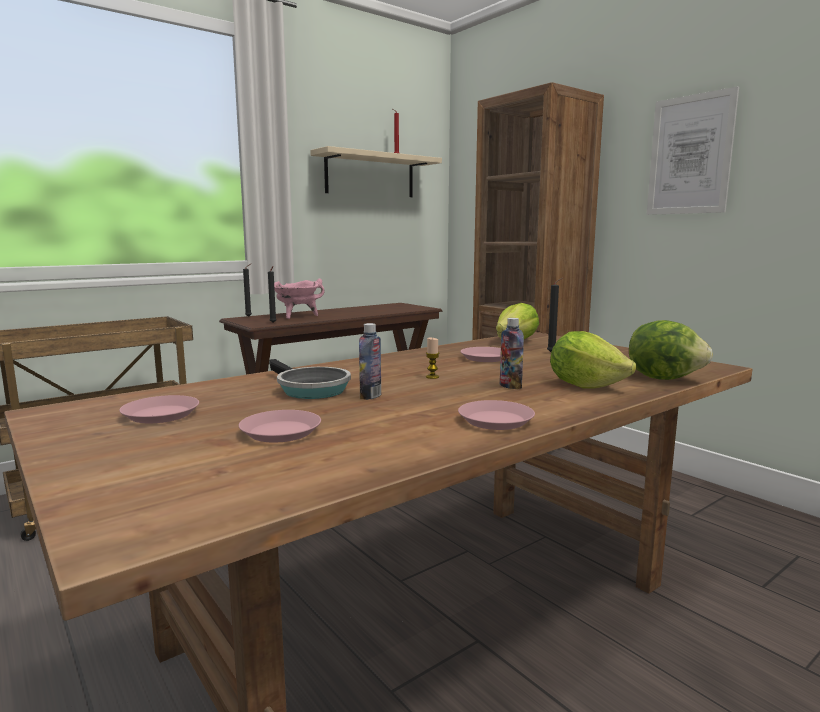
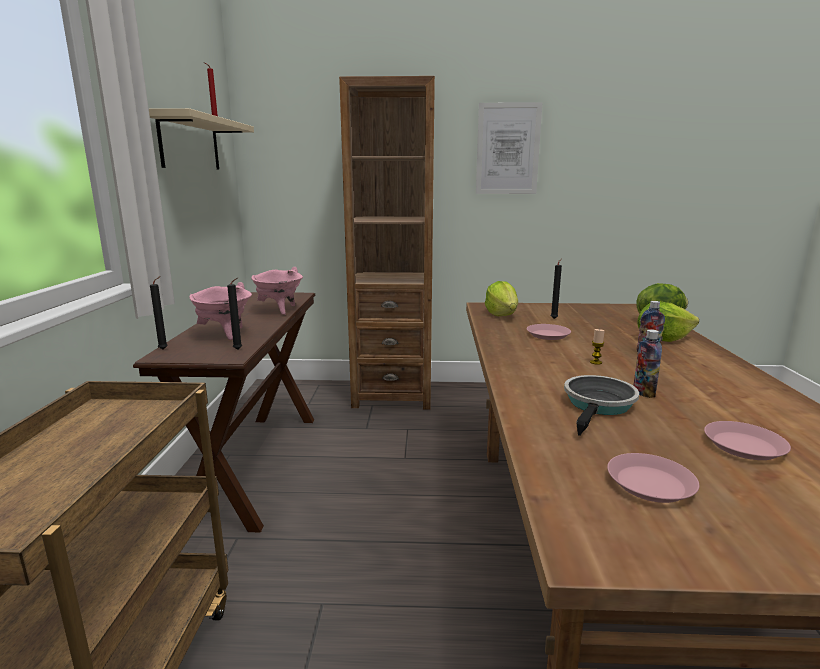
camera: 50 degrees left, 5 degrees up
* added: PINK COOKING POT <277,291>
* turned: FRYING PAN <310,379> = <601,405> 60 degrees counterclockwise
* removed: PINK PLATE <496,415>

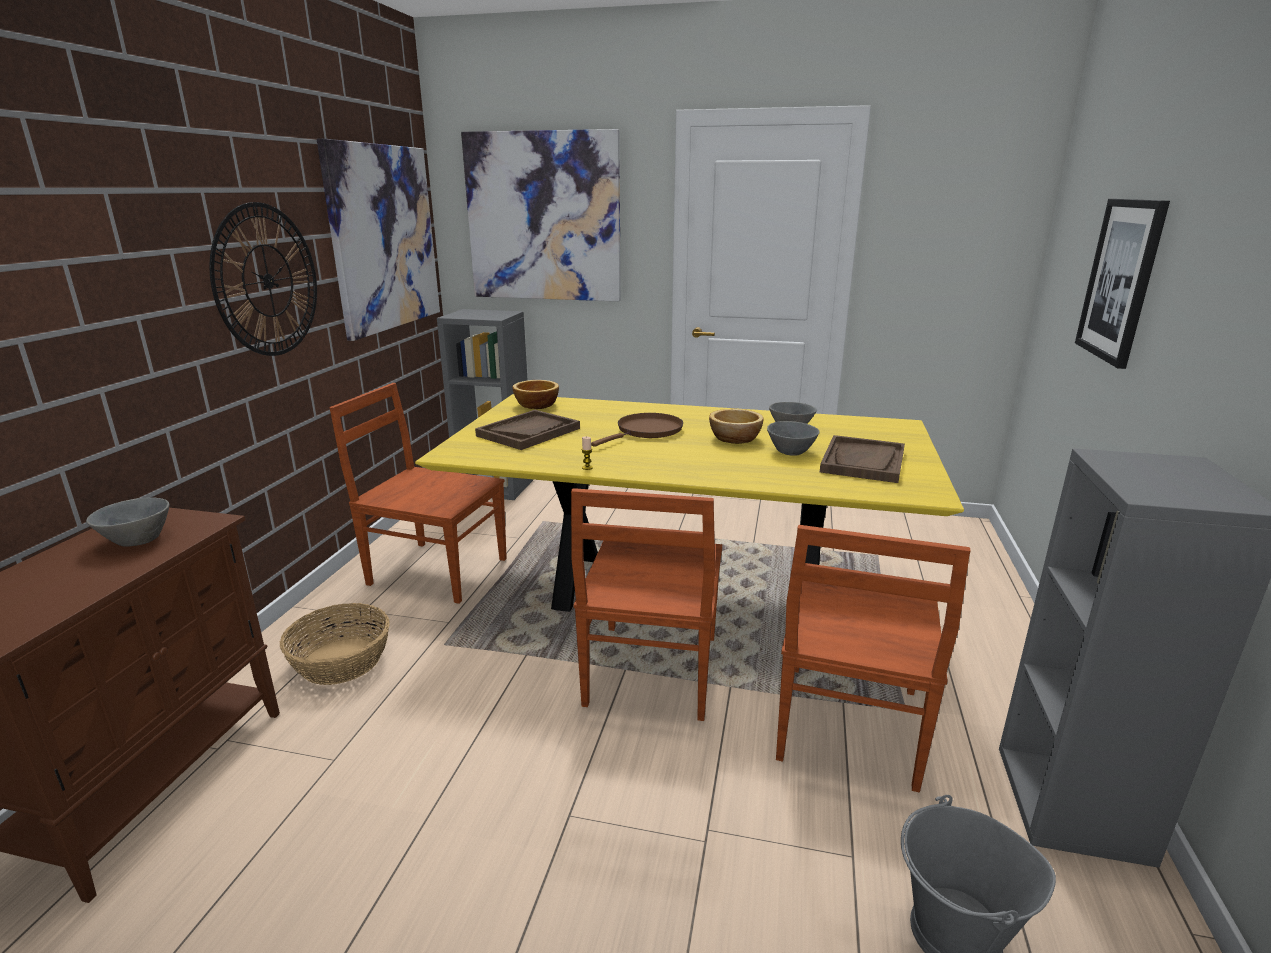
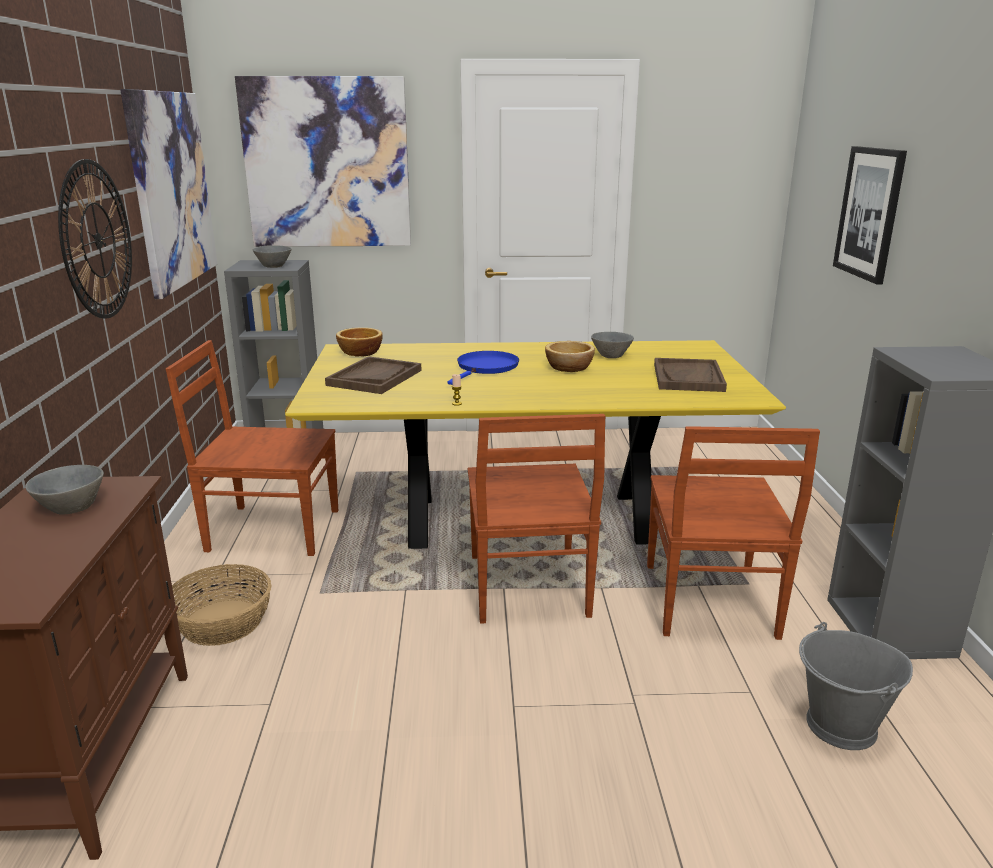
camera: 15 degrees left, 0 degrees up
* moved: GREY BOWL <793,438> to <272,256>
* recoloured: BROWN FRYING PAN <637,430> to BLUE FRYING PAN <483,368>

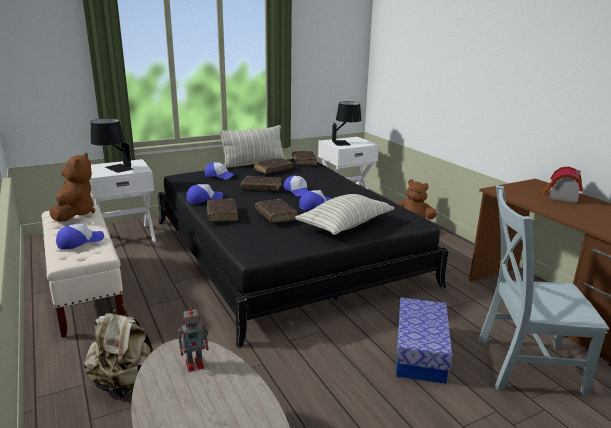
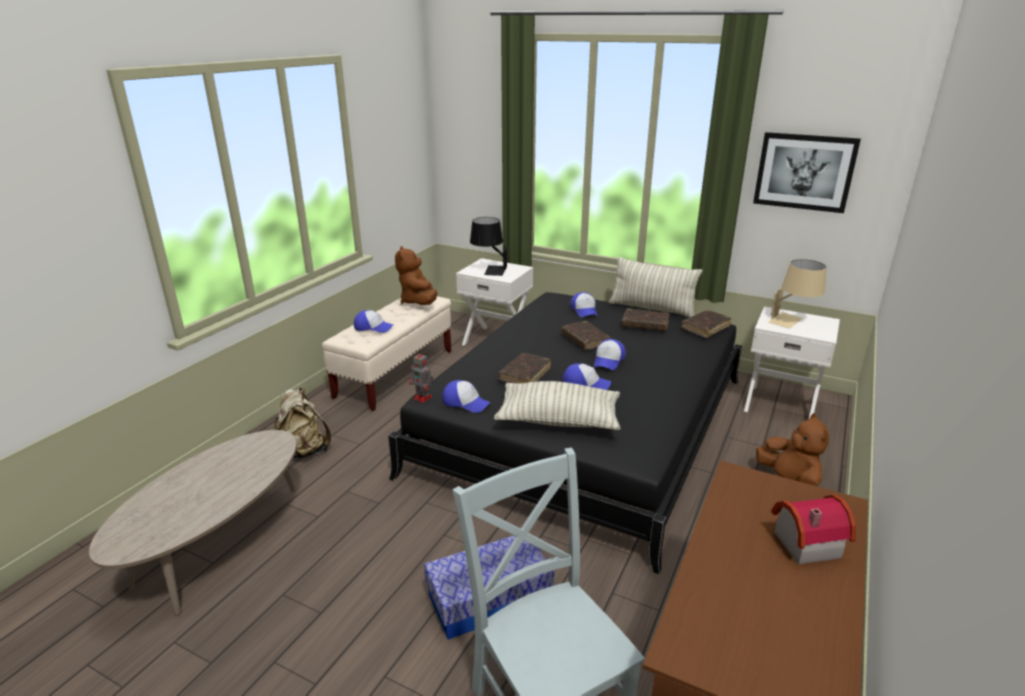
camera: 55 degrees right, 5 degrees up
* turned: BROWN PLUSH TOY <72,187> = <416,275> 120 degrees clockwise
* moved: TOY ROBOT <193,338> to <421,377>
* moved: CAP <204,193> to <466,396>
* added: PICTURE <807,172>
* recoloured: BLACK TABLE LAMP <346,123> to BEIGE TABLE LAMP <797,293>
* removed: BROWN BOOK <222,210>

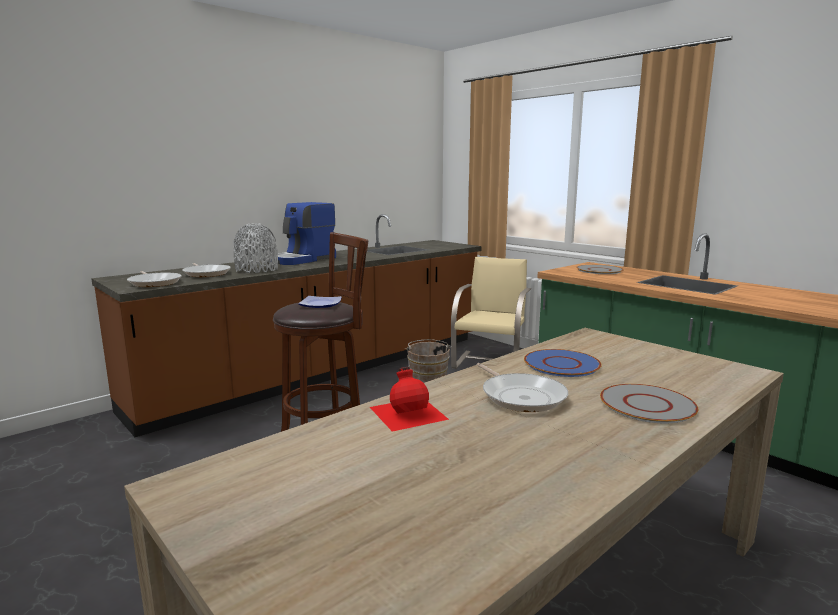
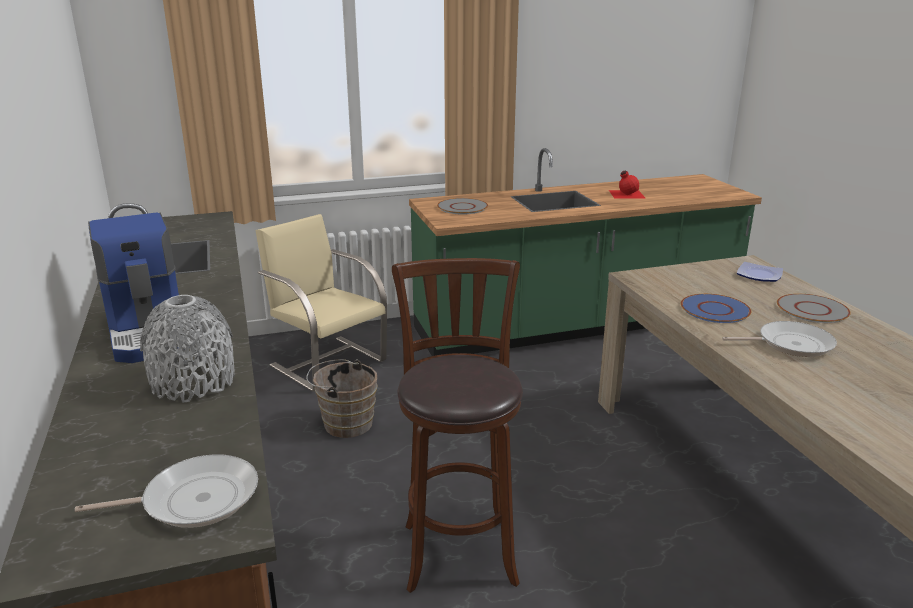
camera: 65 degrees left, 10 degrees up
* moved: RED BOTTLE <409,399> to <627,184>
* moved: PLATE <320,302> to <760,272>
* removed: FRYING PAN <206,270>

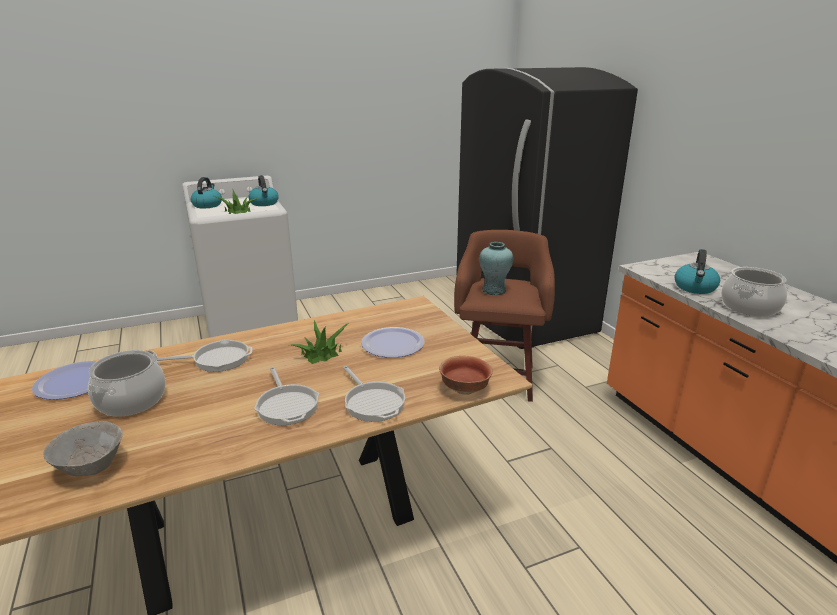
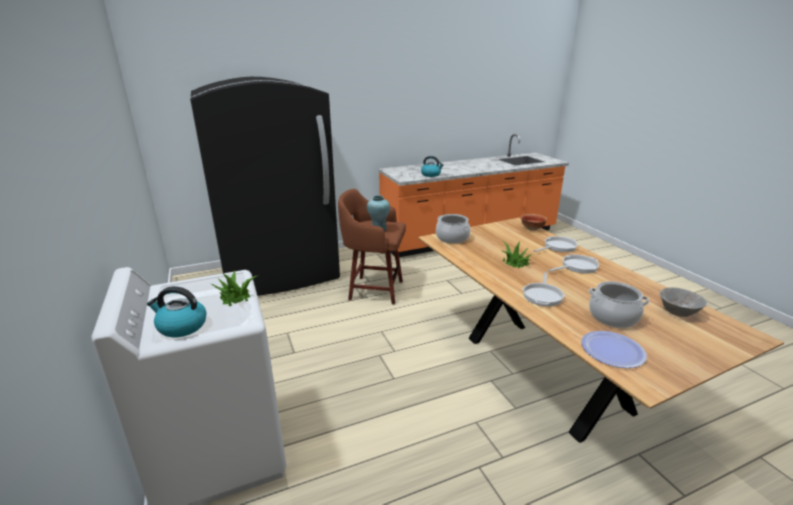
camera: 90 degrees left, 0 degrees up
* moved: COOKING POT <754,292> to <453,229>
* turned: FRYING PAN <205,355> = <543,289> 150 degrees counterclockwise
* removed: KETTLE <264,190>
* removed: PLATE <392,342>

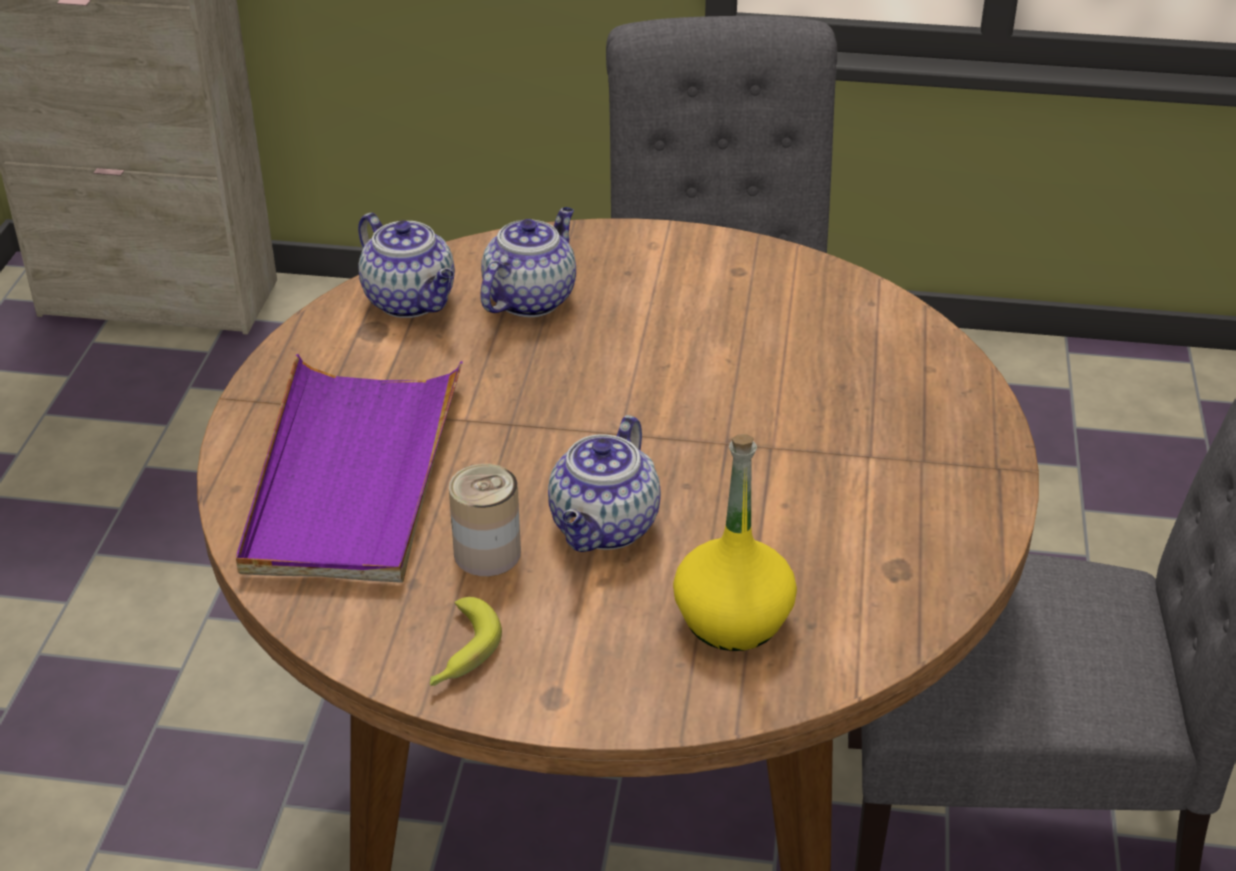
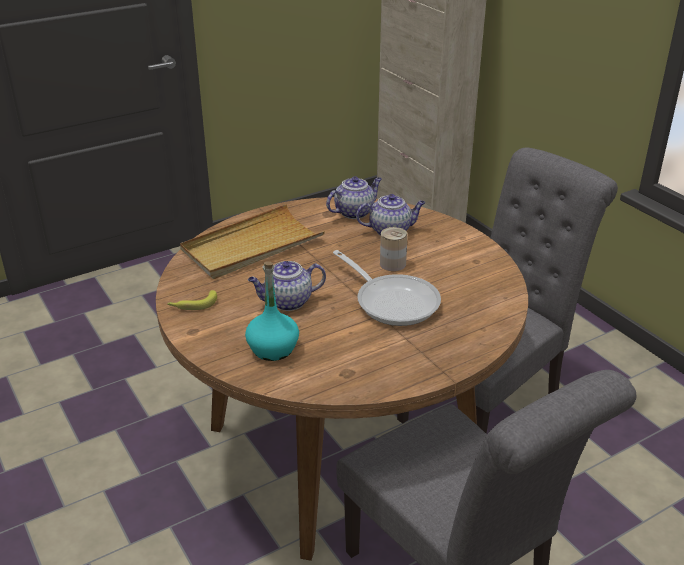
camera: 50 degrees right, 5 degrees down
* recoloured: PURPLE TRAY <349,468> to BEIGE TRAY <252,241>
* recoloured: YELLOW BOTTLE <735,542> to TURQUOISE BOTTLE <272,311>
* turned: TEAPOT <406,265> = <354,198> 135 degrees counterclockwise
* added: FRYING PAN <387,288>
* moved: CAN <485,520> to <394,249>

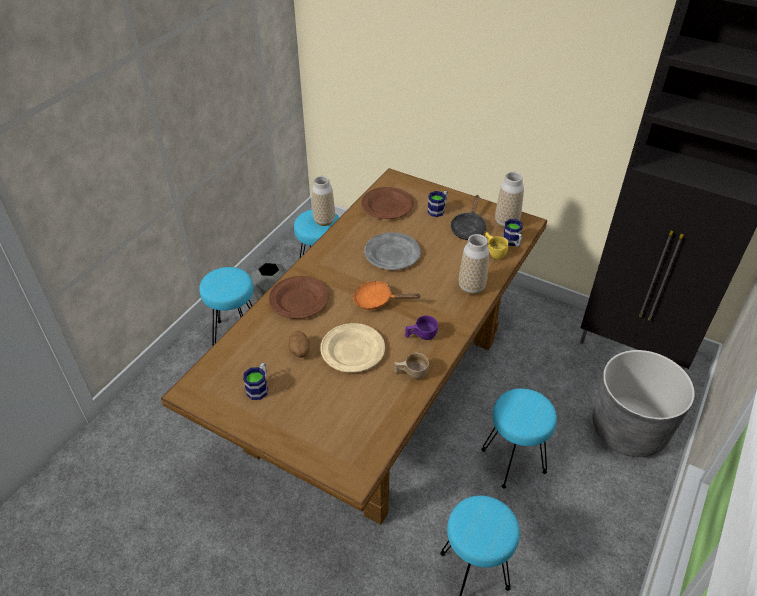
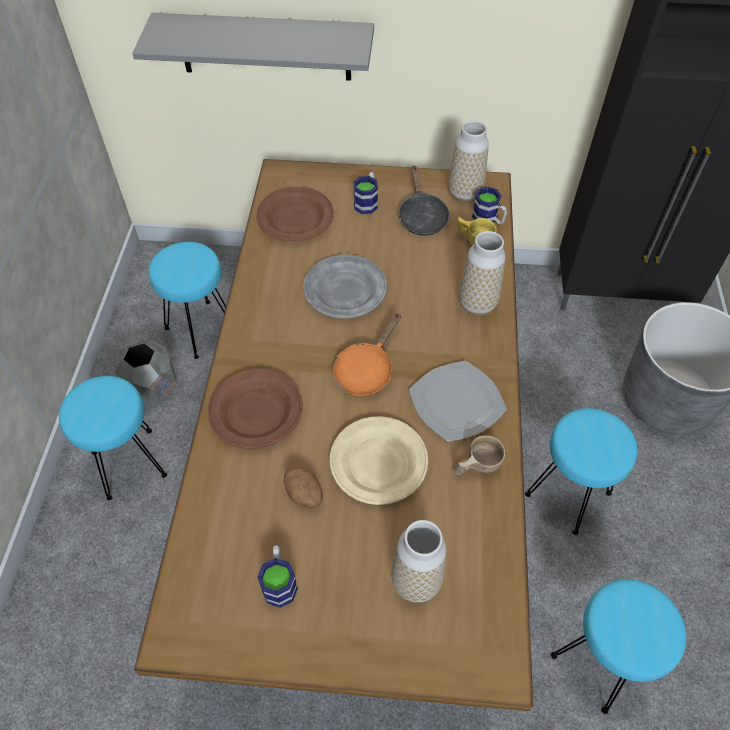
camera: 25 degrees left, 10 degrees up
* added: GREY SHELF <253,47>
* turned: ORANGE FRYING PAN <386,295> = <367,354> 45 degrees counterclockwise
* moved: VASE <323,201> to <418,561>
* replaced: PURPLE CUP <421,327> to PLATE <458,401>

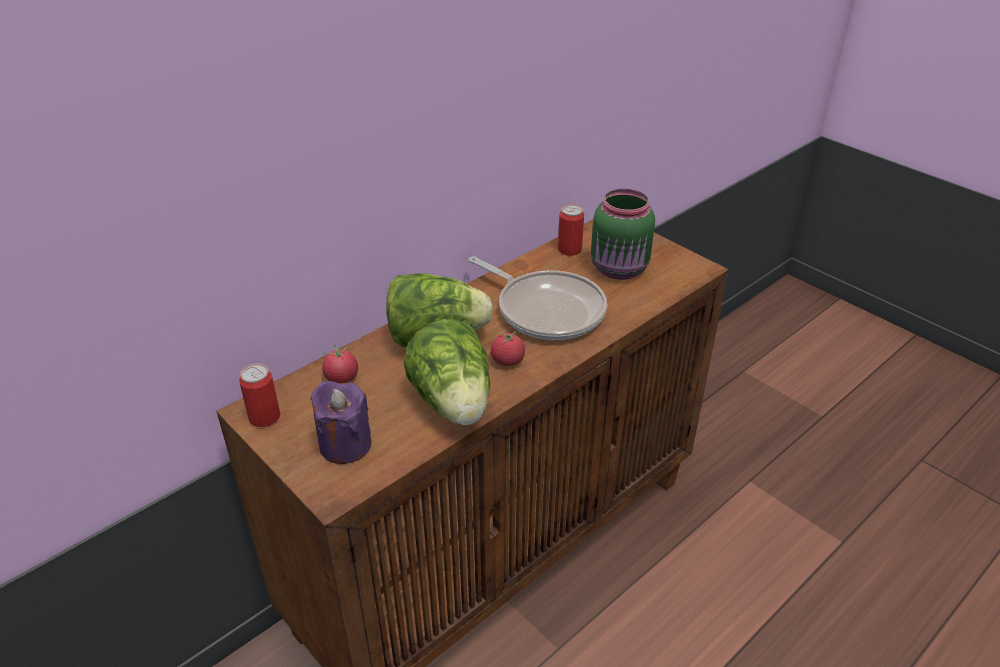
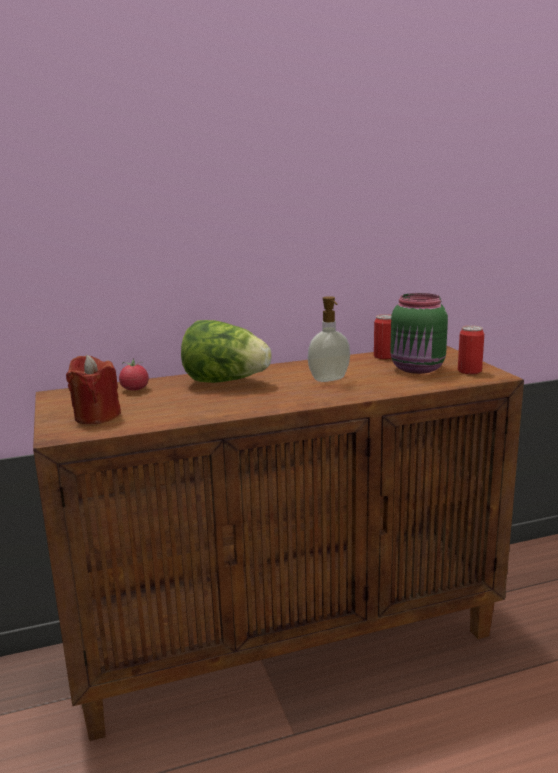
camera: 25 degrees right, 20 degrees down
* recoloured: PURPLE CANDLE <340,422> to RED CANDLE <93,389>
* replaced: FRYING PAN <537,298> to SOAP DISPENSER <328,339>
* moved: CAN <259,395> to <471,349>
* removed: LETTUCE <447,372>
* removed: TOMATO <508,348>

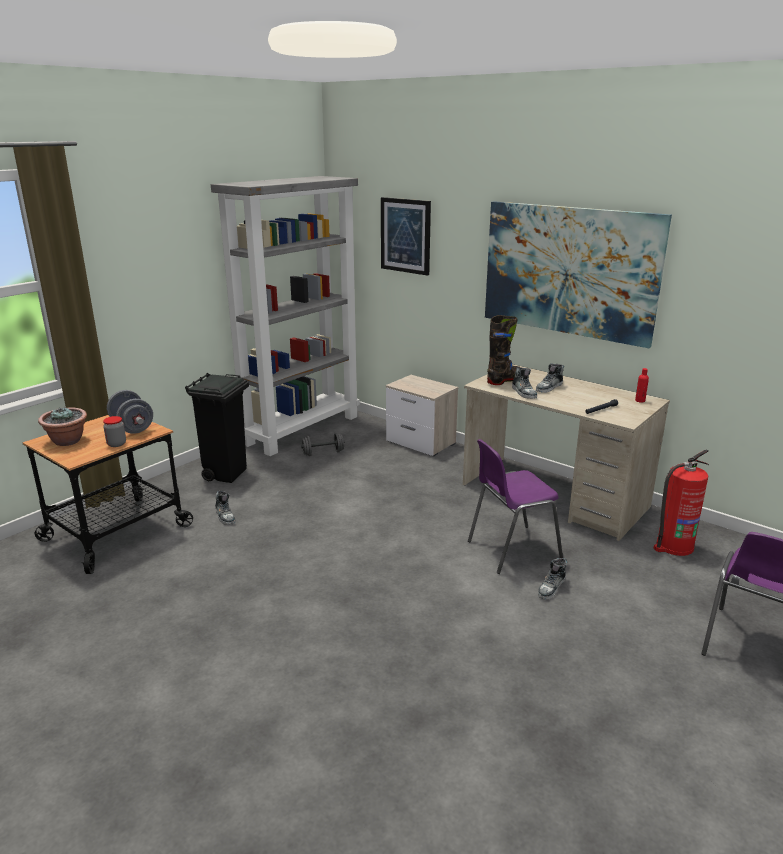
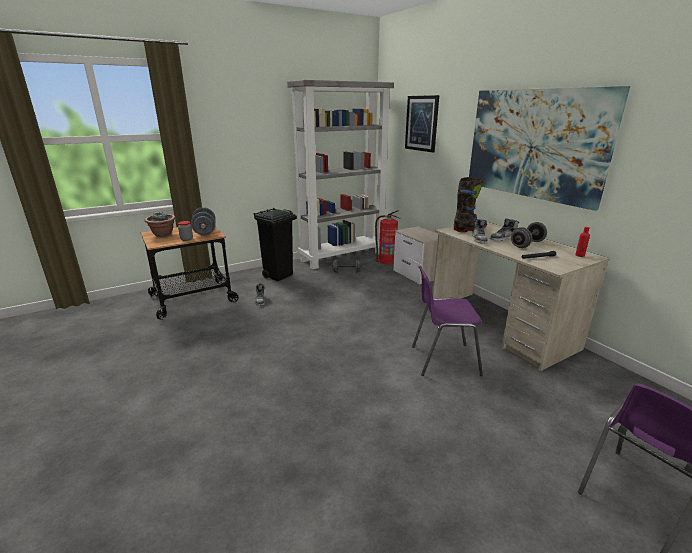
camera: 20 degrees right, 0 degrees up
* moved: FIRE EXTINGUISHER <681,502> to <387,237>
* added: GREY DUMBBELL <529,235>
* removed: SHOE <552,579>

